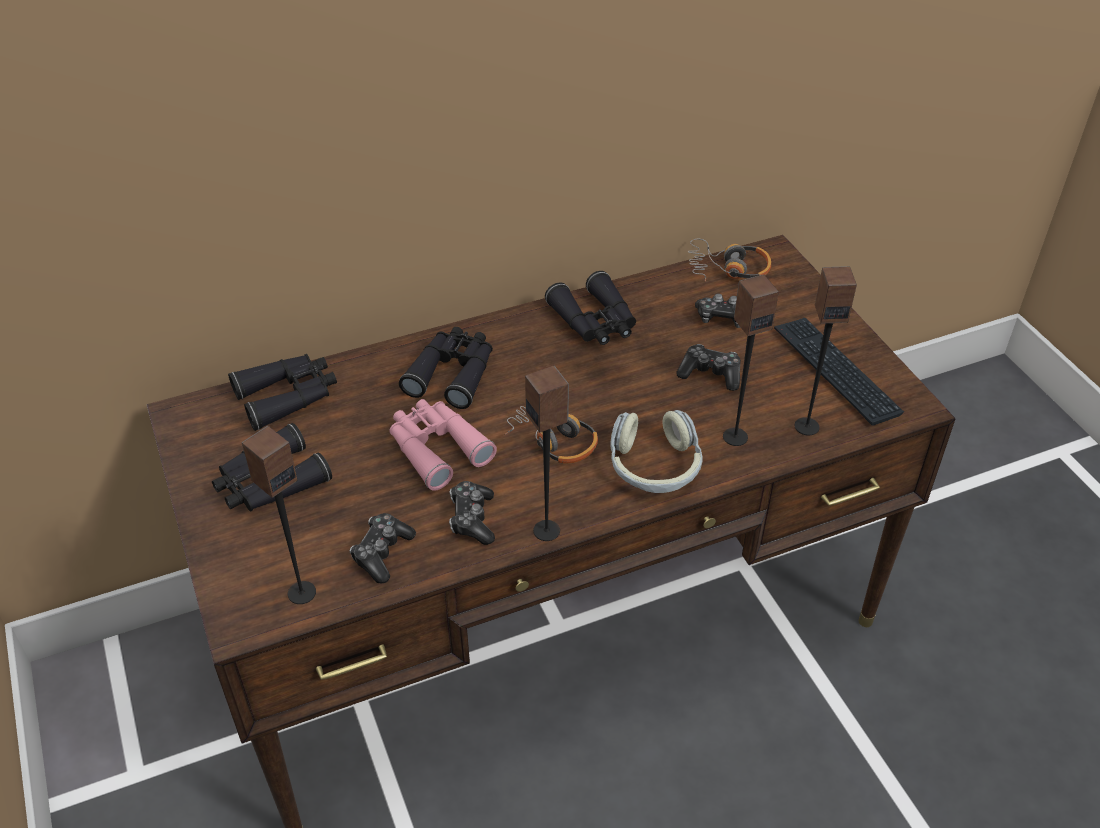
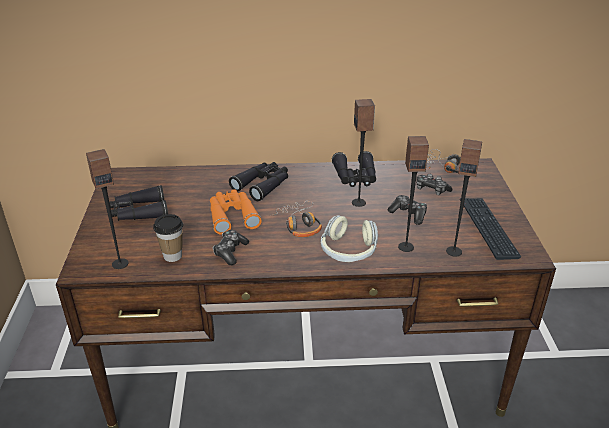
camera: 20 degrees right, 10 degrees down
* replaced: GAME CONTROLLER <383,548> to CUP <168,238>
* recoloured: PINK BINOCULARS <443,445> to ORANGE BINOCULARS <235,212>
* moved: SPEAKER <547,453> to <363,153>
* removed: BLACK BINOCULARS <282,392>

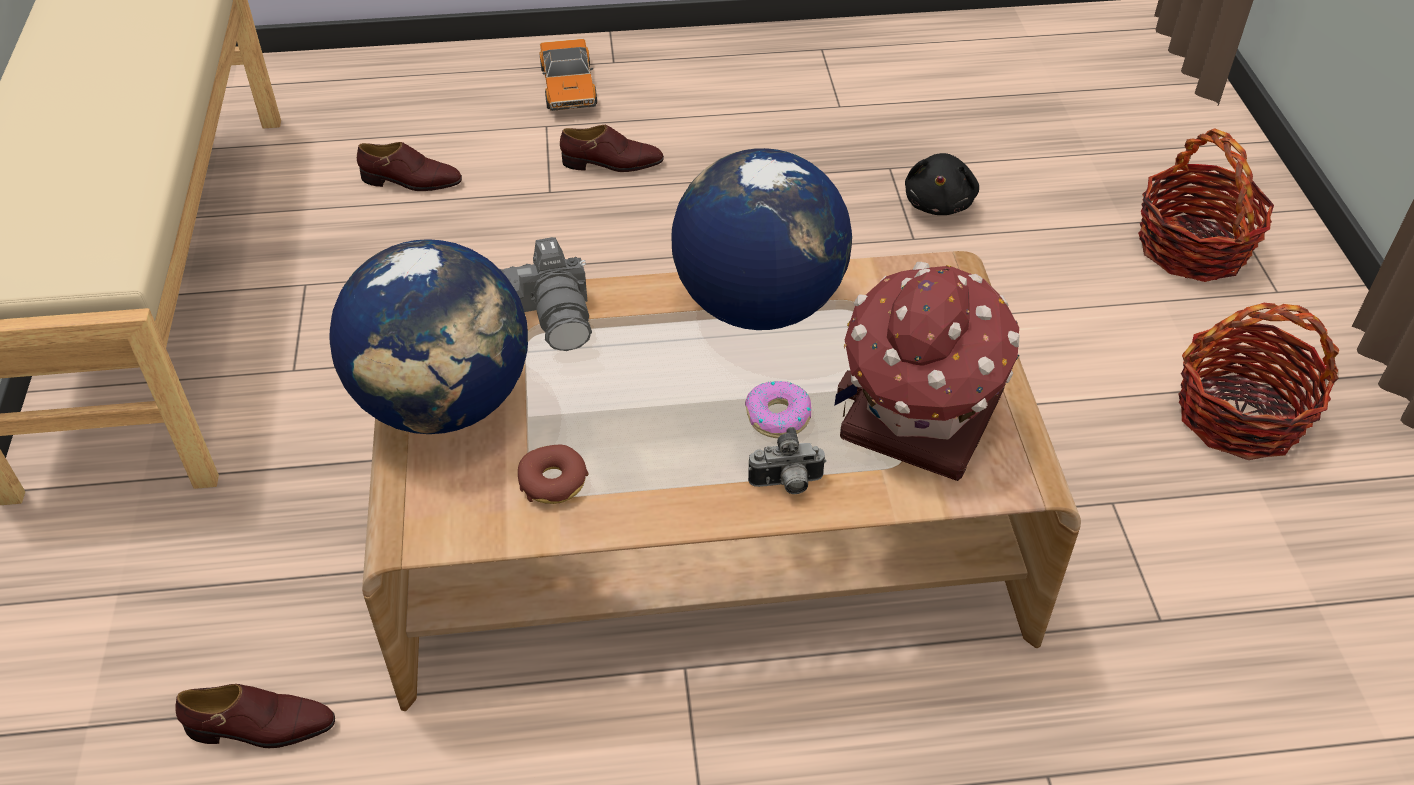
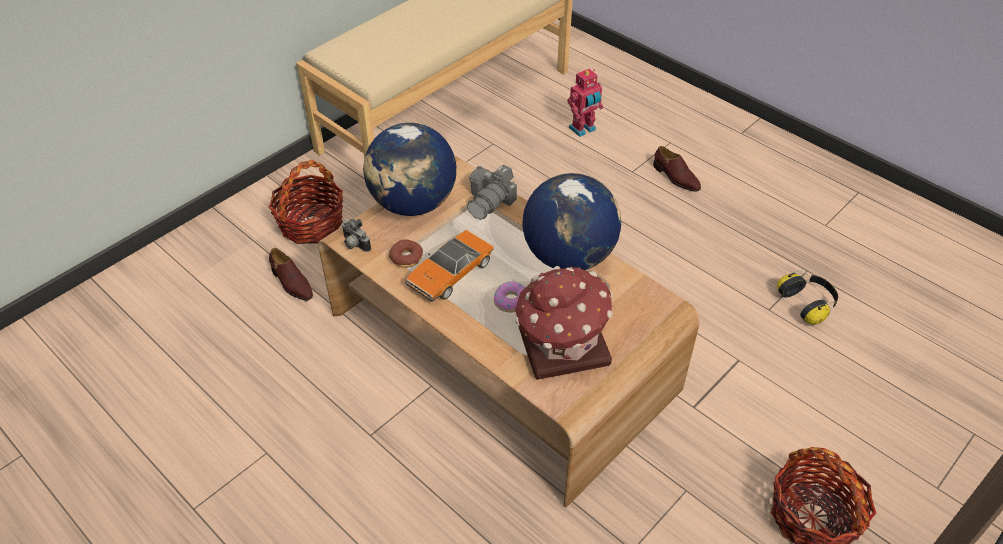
camera: 50 degrees right, 0 degrees up
* moved: BASKET <1206,205> to <306,202>
* moved: PHOTO CAMERA <787,460> to <356,235>
* moved: TOY CAR <568,75> to <449,266>
* replaced: BROWN SHOE <409,166> to TOY ROBOT <585,103>
* replaced: BLACK PLUSH TOY <942,184> to HEADPHONES <807,298>

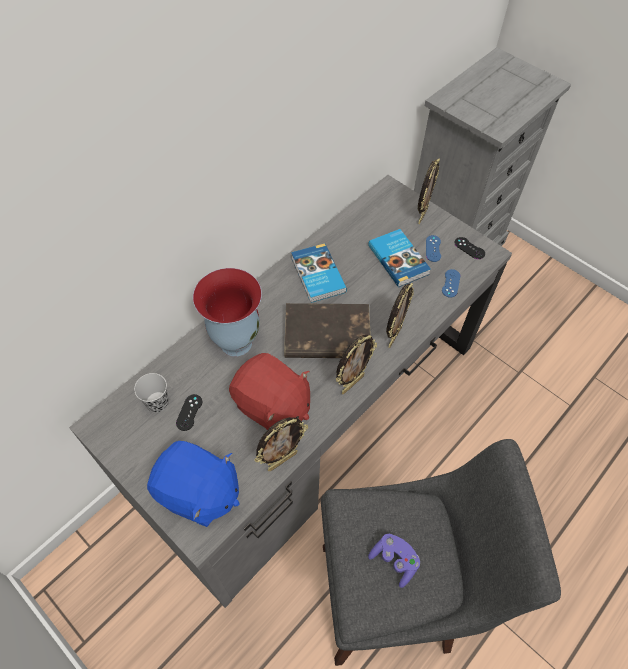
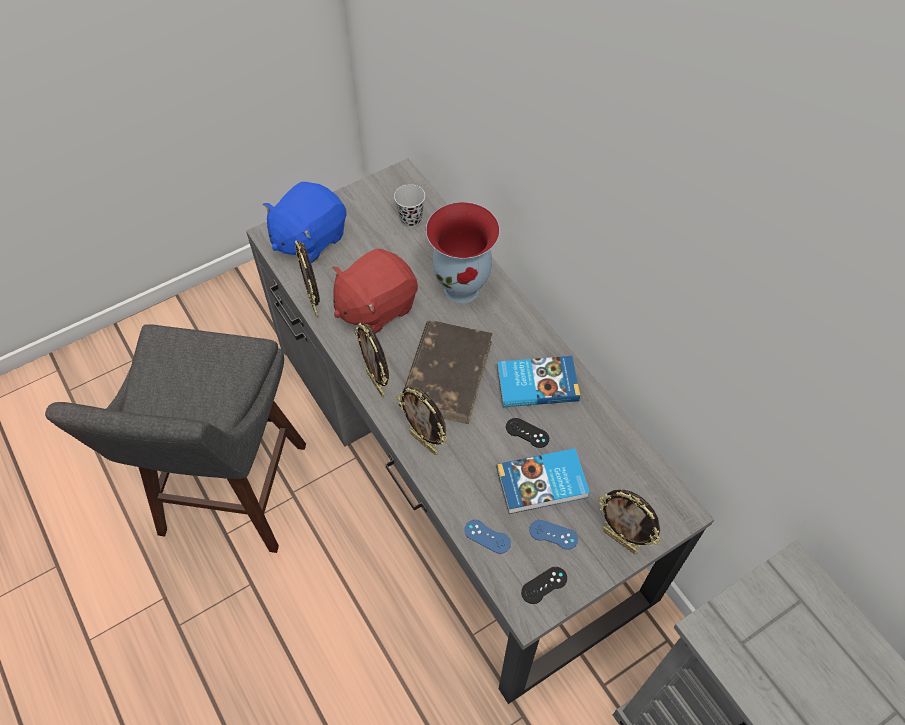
camera: 105 degrees right, 0 degrees up
* moved: BLACK GAME CONTROLLER <189,412> to <527,433>
* removed: PURPLE GAME CONTROLLER <394,561>

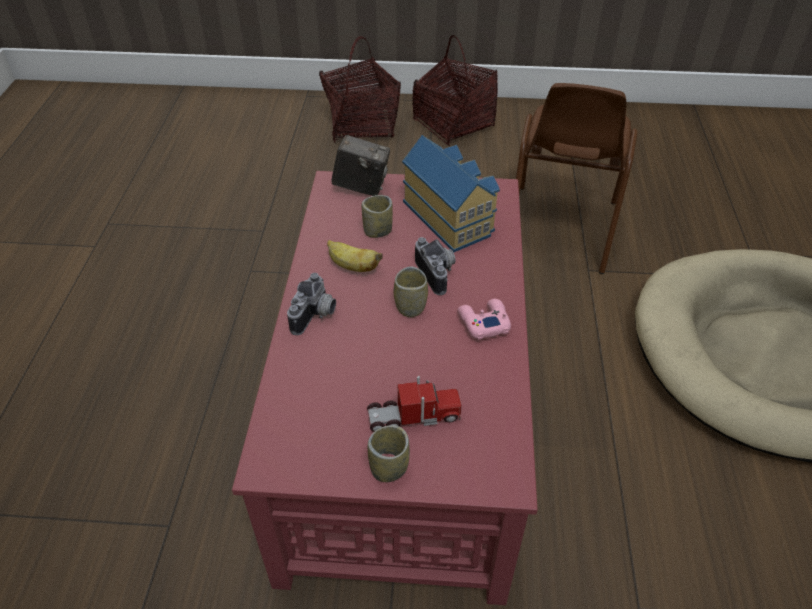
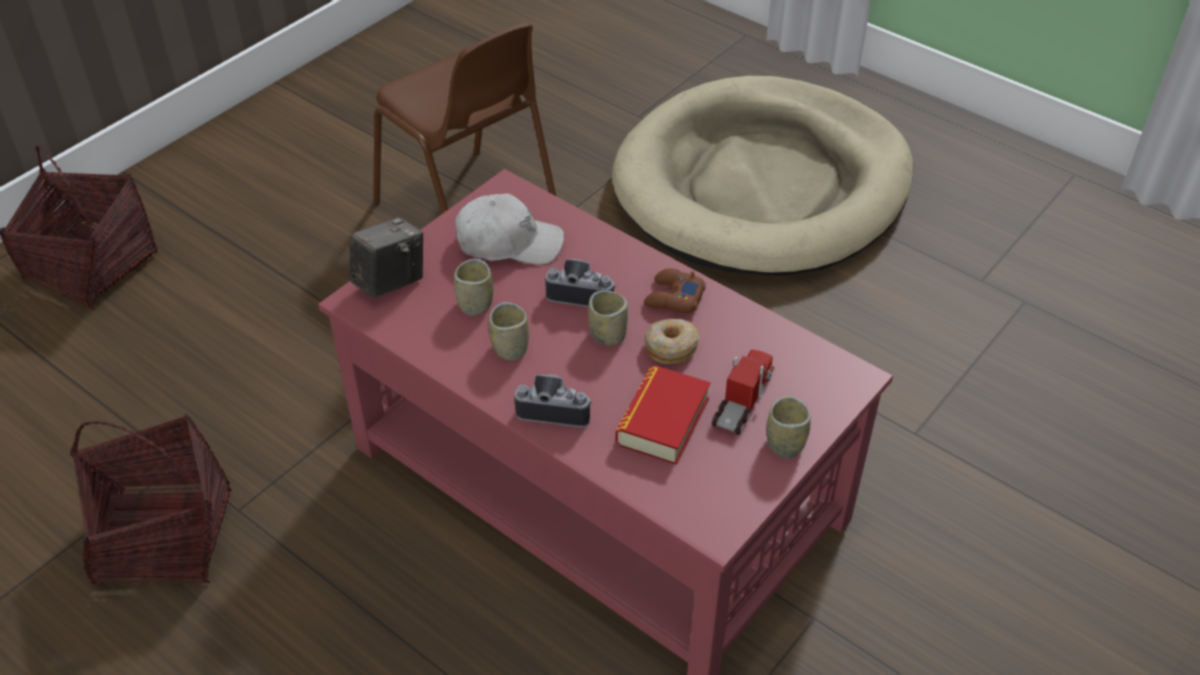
camera: 55 degrees left, 0 degrees up
* moved: BASKET <455,90> to <151,499>
* replaced: TOY HOUSE <451,193> to WHITE CAP <510,229>
* replaced: BANANA <355,256> to CUP <509,331>
* turned: PHOTO CAMERA <311,304> = <553,401> 45 degrees counterclockwise
* added: BOOK <663,415>
* recoloured: PINK GAME CONTROLLER <484,319> to BROWN GAME CONTROLLER <675,290>
* added: DONUT <672,341>

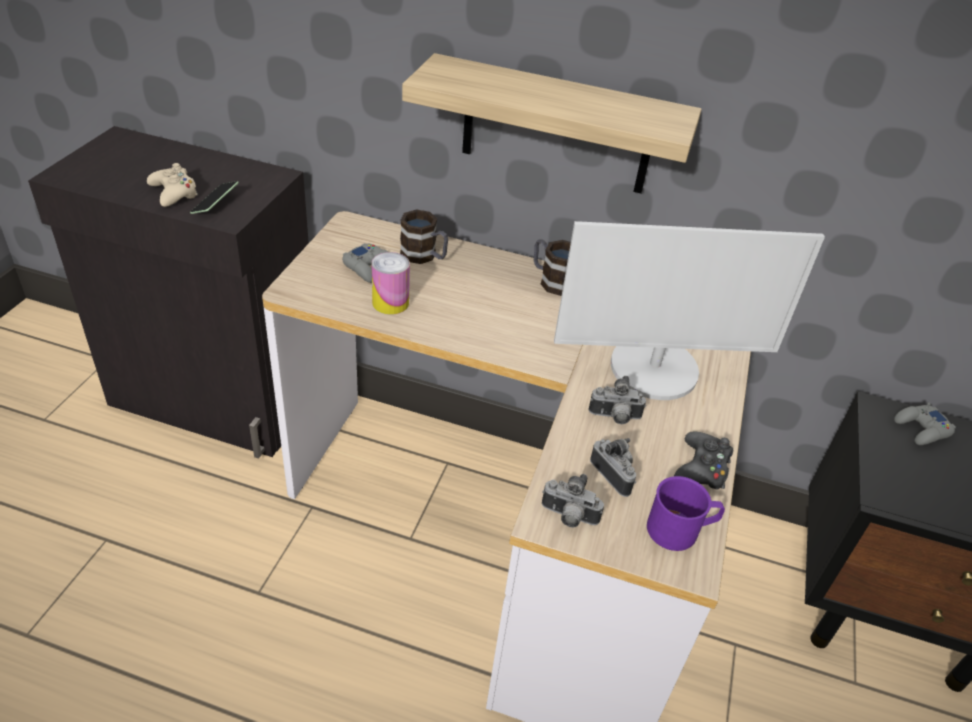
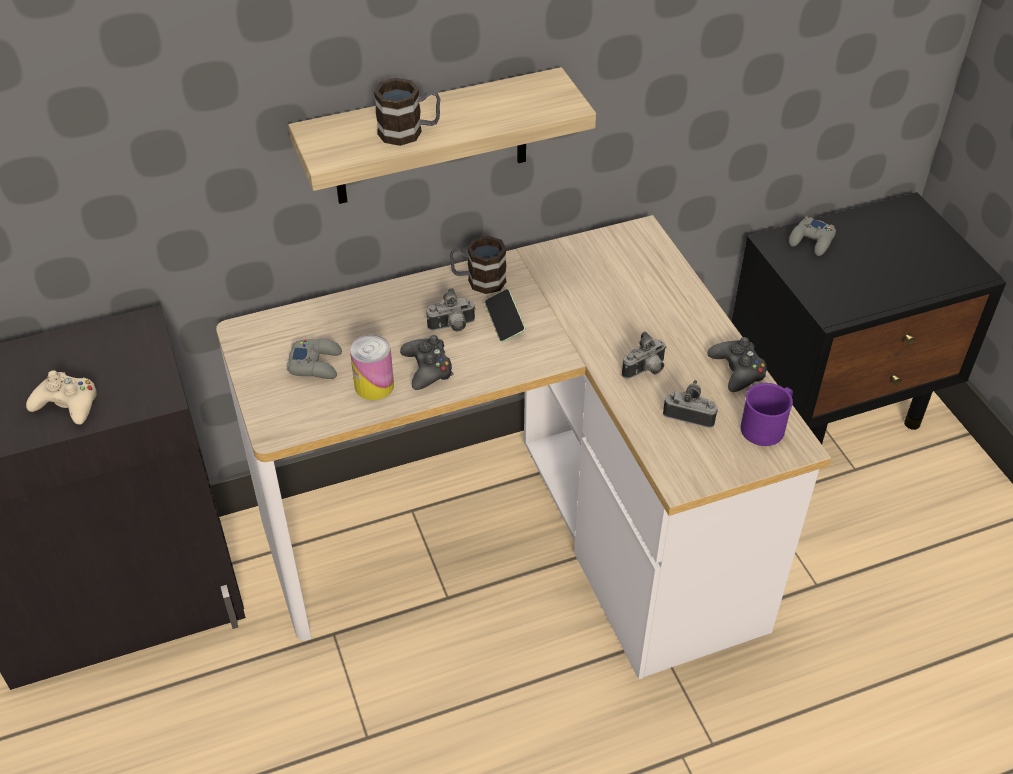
camera: 35 degrees left, 5 degrees up
* moved: MUG <424,237> to <407,112>
* added: BLACK GAME CONTROLLER <427,362>
* moved: PHOTO CAMERA <573,500> to <450,309>
* moved: PHONE <214,197> to <505,315>
* removed: MONITOR <689,310>

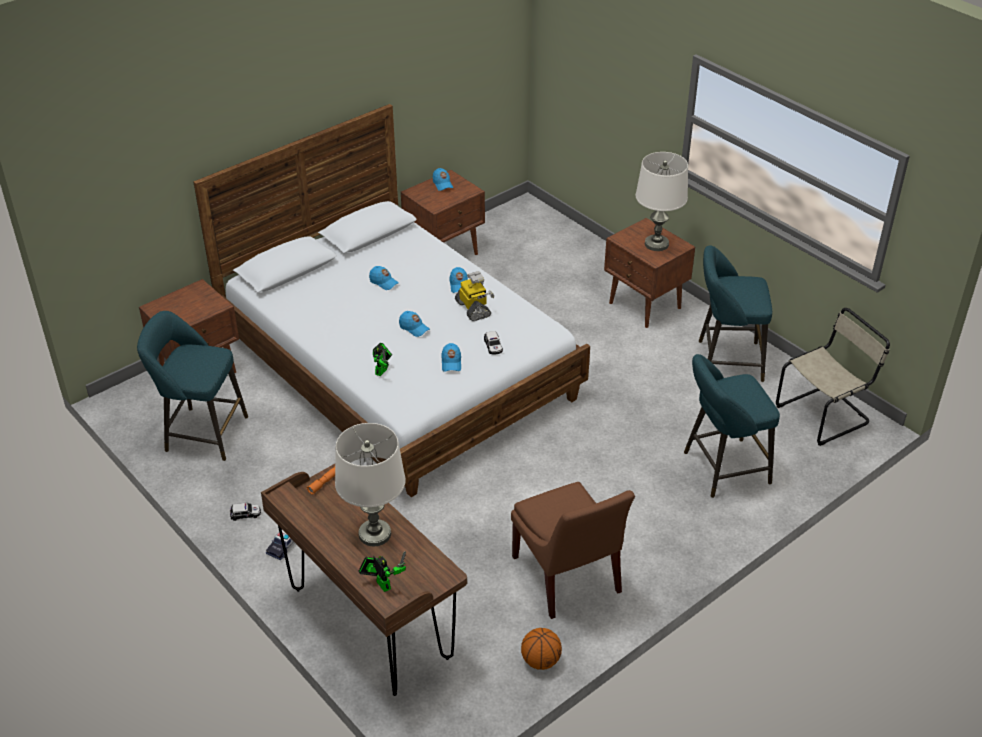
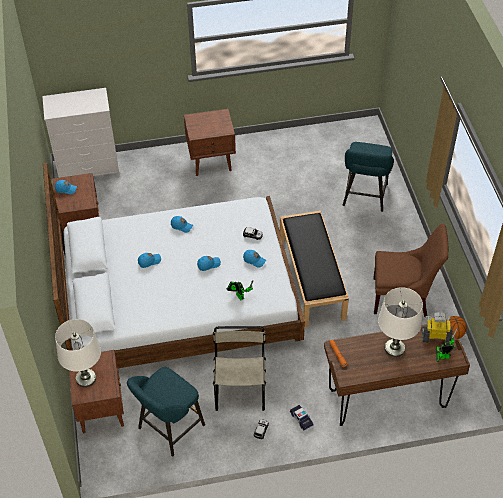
camera: 60 degrees left, 10 degrees up
* added: WHITE DRESSER <81,133>
* moved: WHITE TABLE LAMP <662,201> to <78,353>
* moved: BEIGE CHAIR <833,377> to <239,368>
* added: BLACK BENCH <314,269>
* moved: TOY ROBOT <474,296> to <437,327>
* removed: TURQUOISE STOOL <735,313>

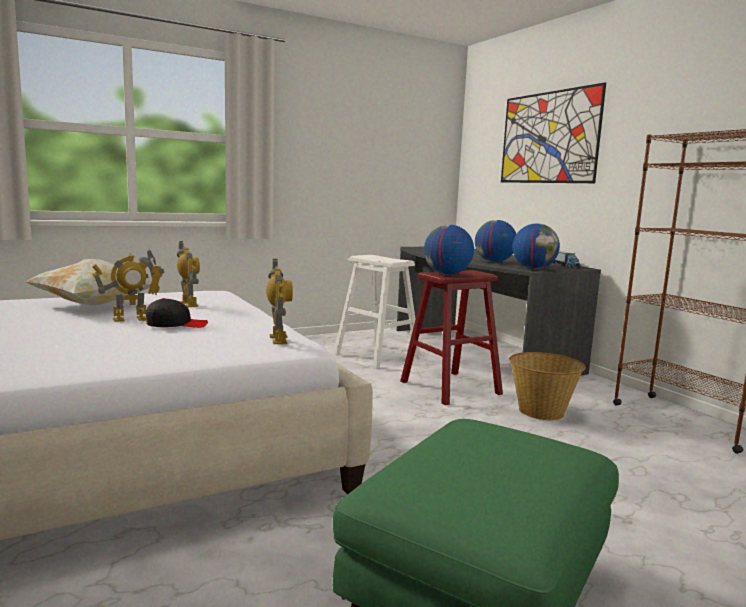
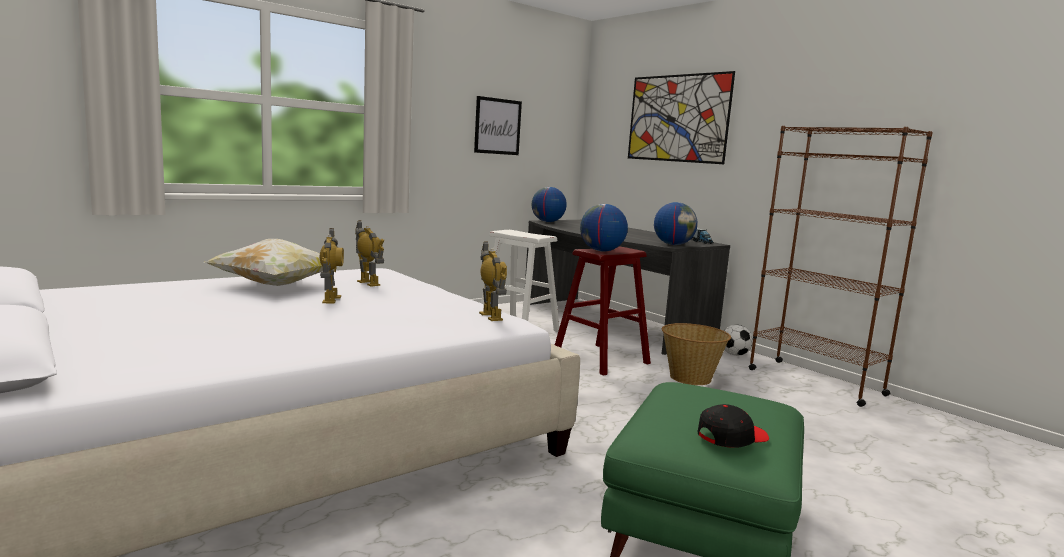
camera: 10 degrees left, 0 degrees up
* turned: TOY ROBOT <128,285> = <332,266> 60 degrees counterclockwise
* added: PICTURE <498,125>
* moved: GLOBE <495,241> to <549,204>
* moved: BLACK CAP <176,313> to <733,426>
* added: FOOTBALL <738,340>

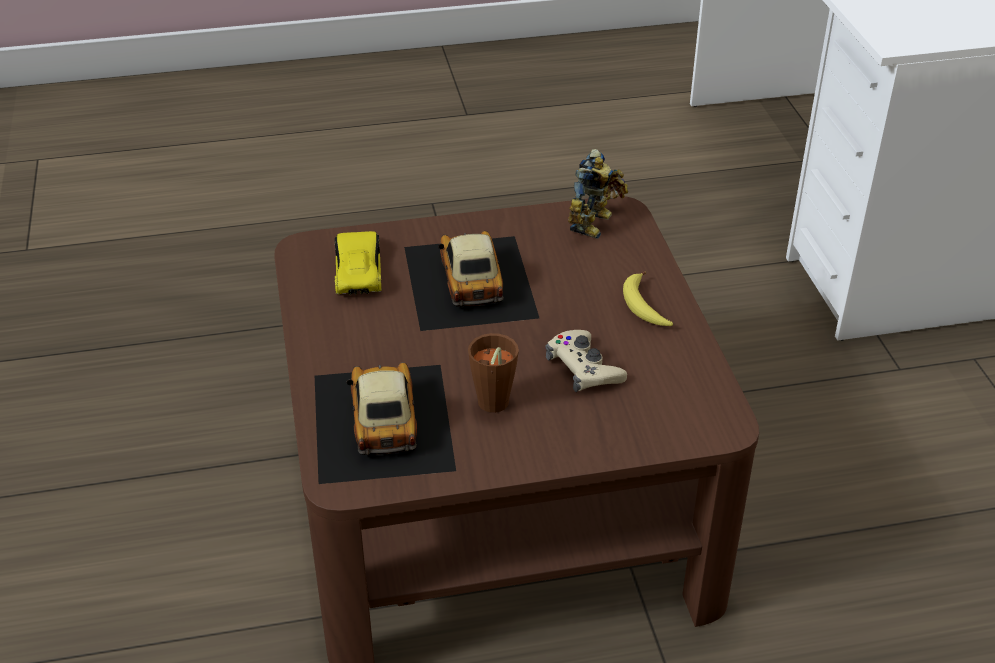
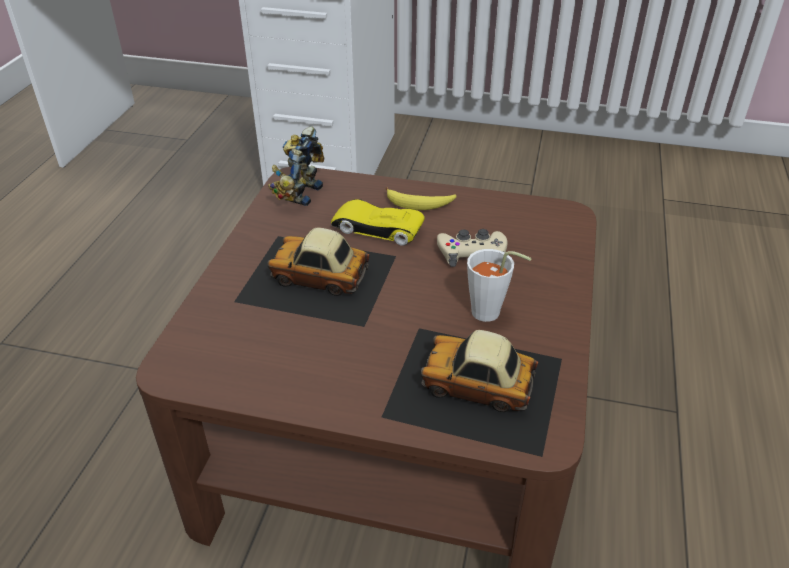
camera: 65 degrees left, 0 degrees up
* turned: TOY ROBOT <598,194> = <296,166> 120 degrees counterclockwise
* moved: YELLOW TOY CAR <358,263> to <378,222>
* recoloured: BROWN CUP <493,373> to WHITE CUP <499,285>

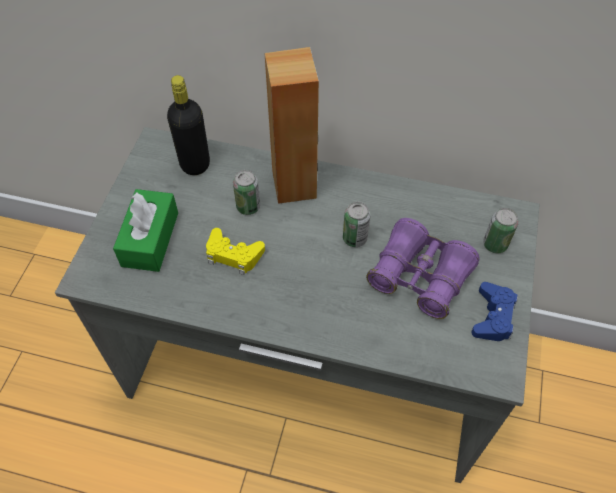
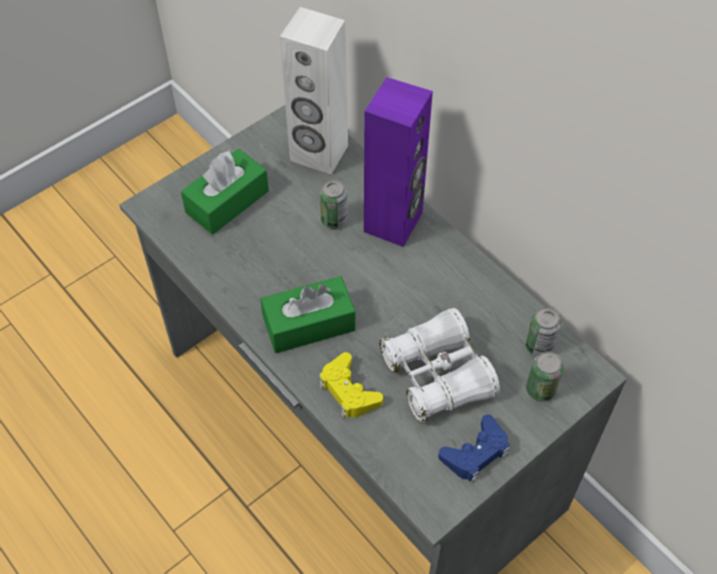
camera: 35 degrees right, 0 degrees up
* added: GREEN TISSUE BOX <308,314>
* replaced: BLACK BOTTLE <188,125> to WHITE SPEAKER <314,90>
* moved: YELLOW GAME CONTROLLER <235,251> to <351,385>
* recoloured: BROWN SPEAKER <292,125> to PURPLE SPEAKER <398,162>
* recoloured: PURPLE BINOCULARS <423,268> to WHITE BINOCULARS <439,365>
* moved: CAN <357,224> to <543,331>

